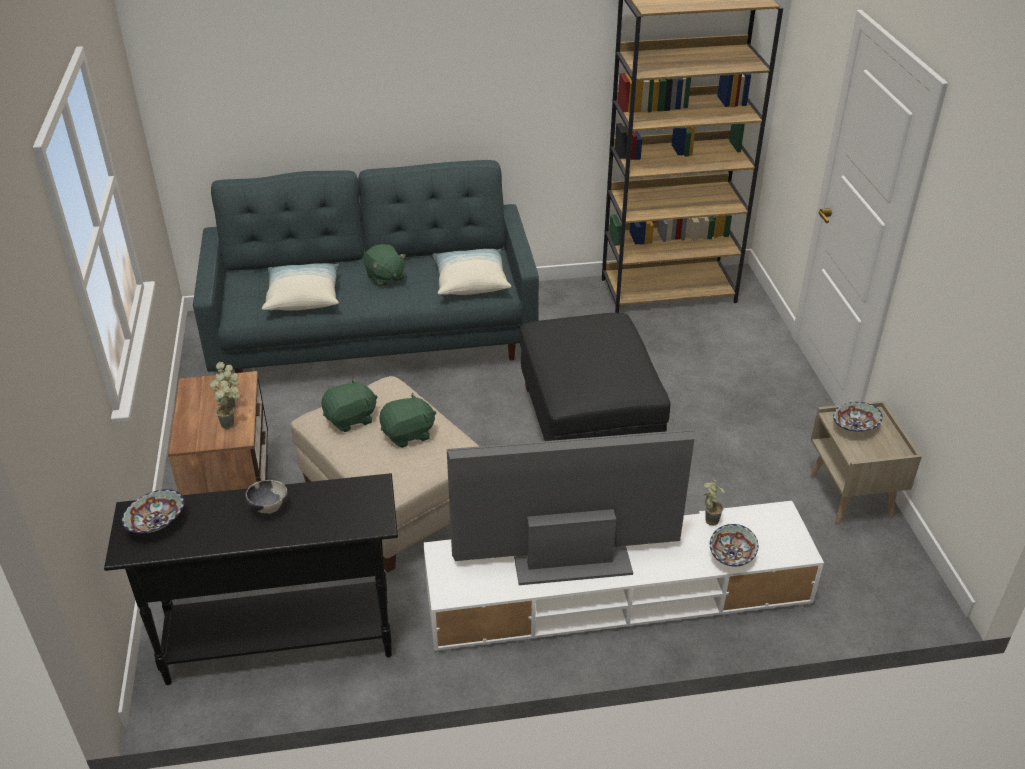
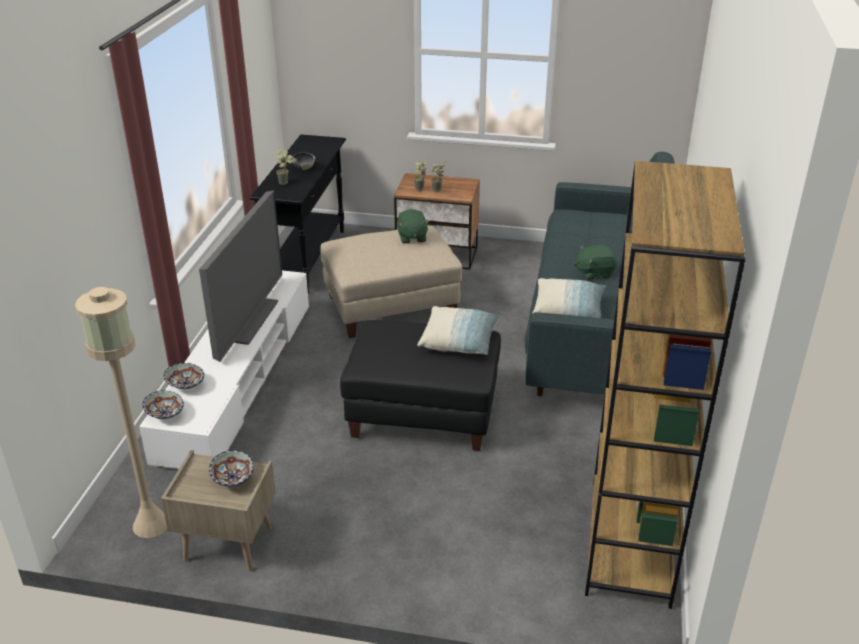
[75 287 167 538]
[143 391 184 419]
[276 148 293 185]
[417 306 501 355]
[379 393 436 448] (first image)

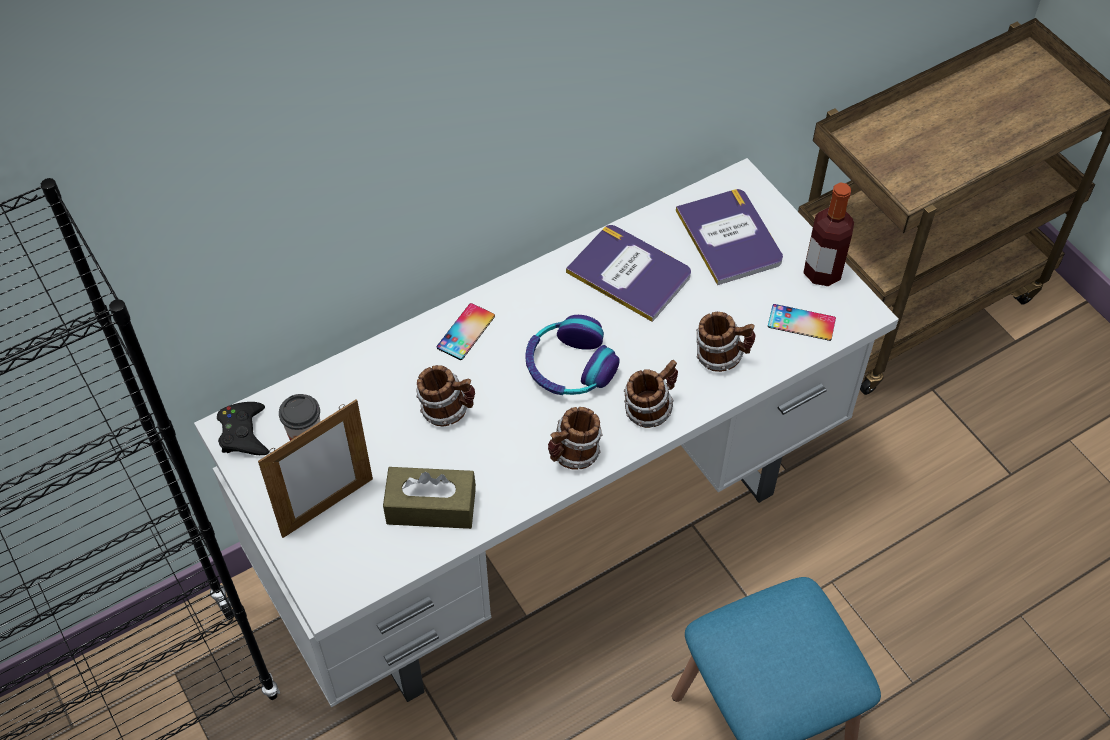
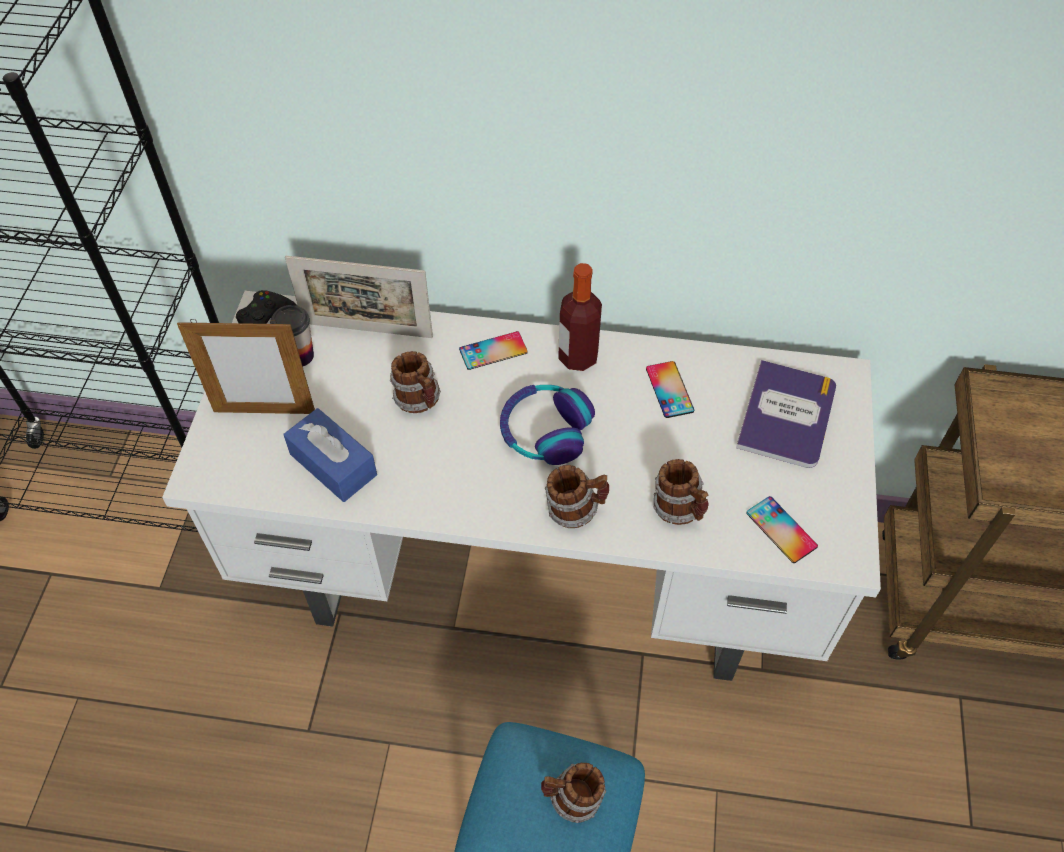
[284 408 377 502]
[285 256 433 338]
[541 763 606 823]
[558 263 602 371]
[646 361 694 418]

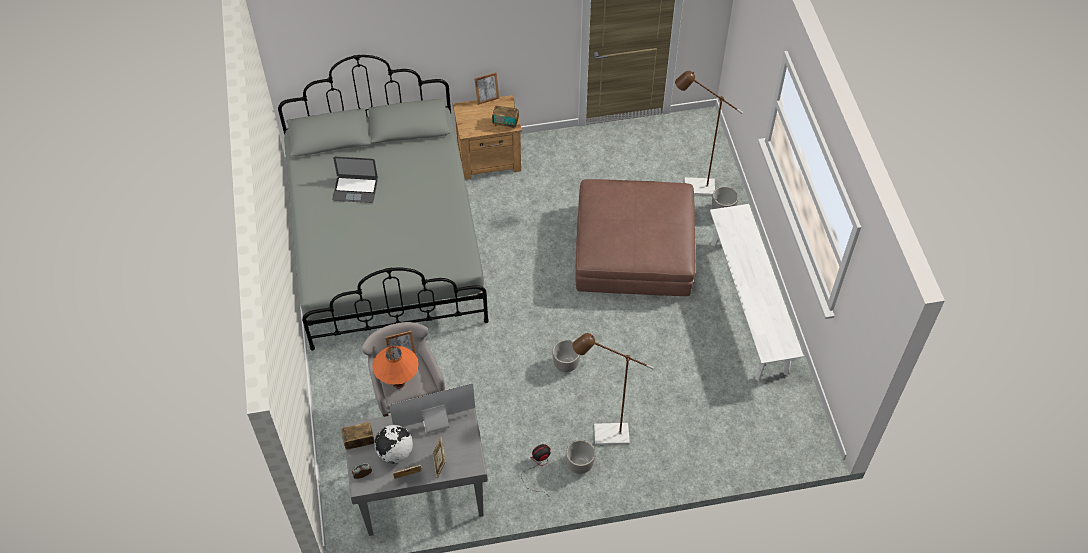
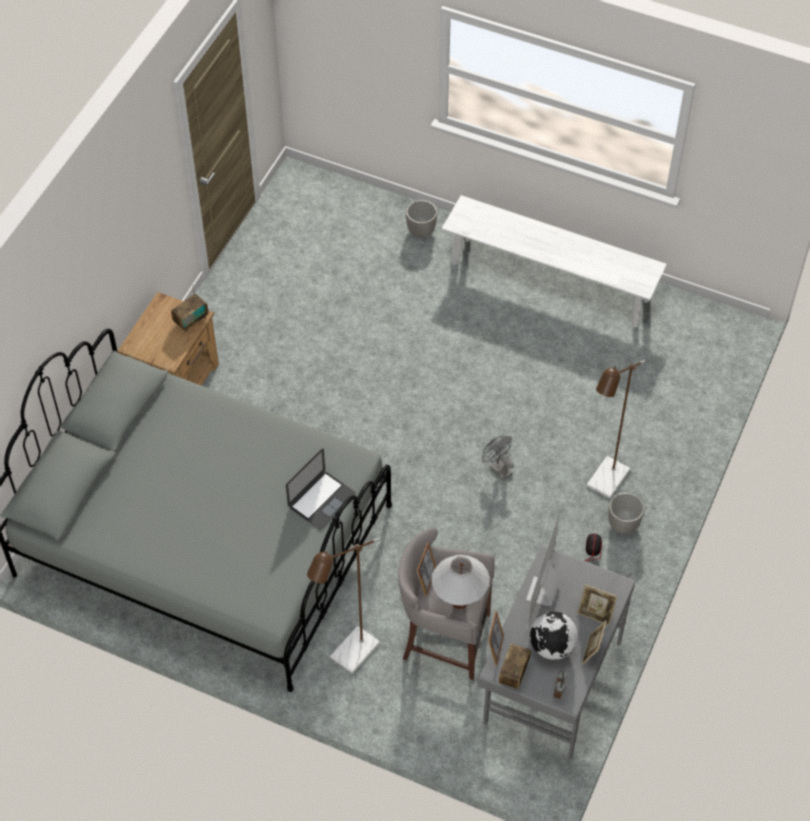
[286 449 356 530]
[307 538 380 674]
[431 555 490 609]
[482 436 514 481]
[488 610 504 666]
[576 179 696 296] (first image)

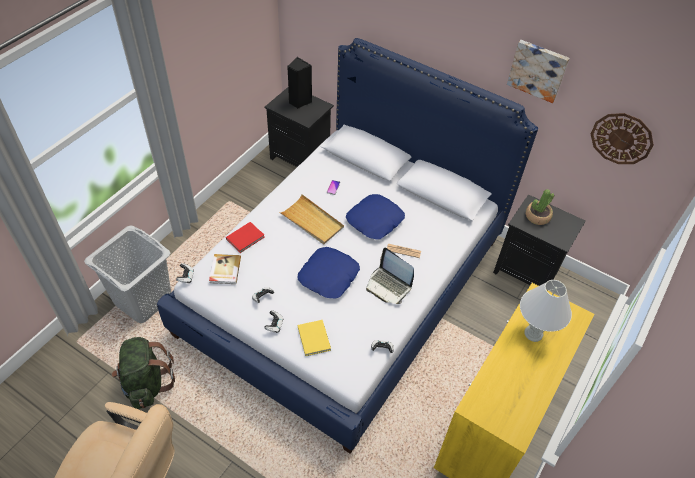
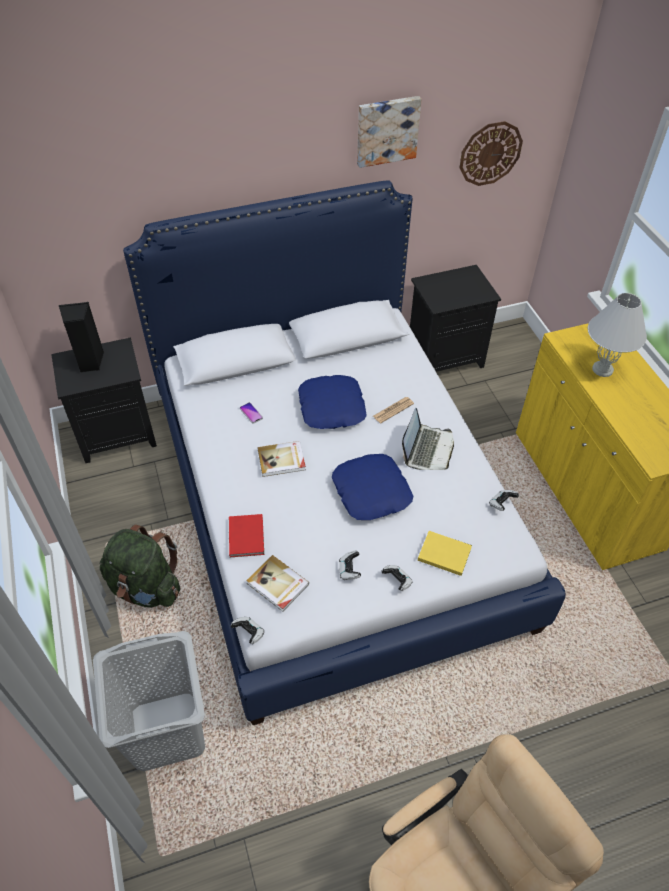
[99 524 180 608]
[257 441 306 477]
[402 408 454 470]
[526 189 554 225] (first image)

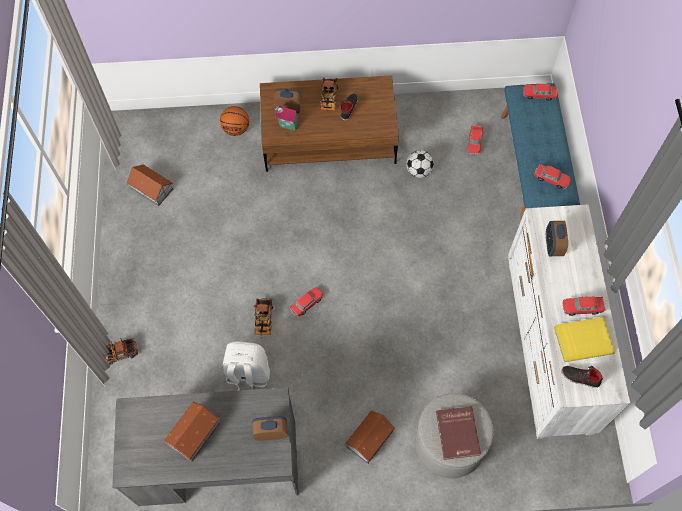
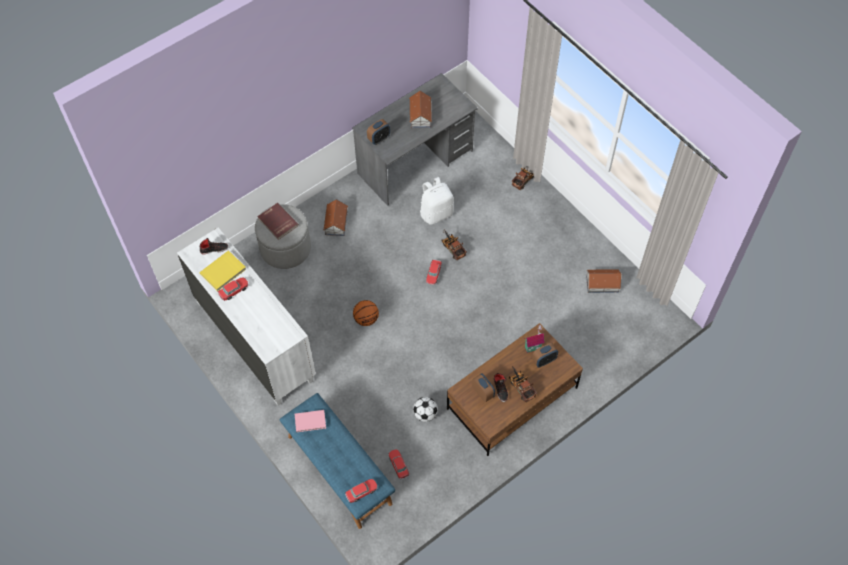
[295 410 326 432]
[353 300 379 326]
[472 373 495 402]

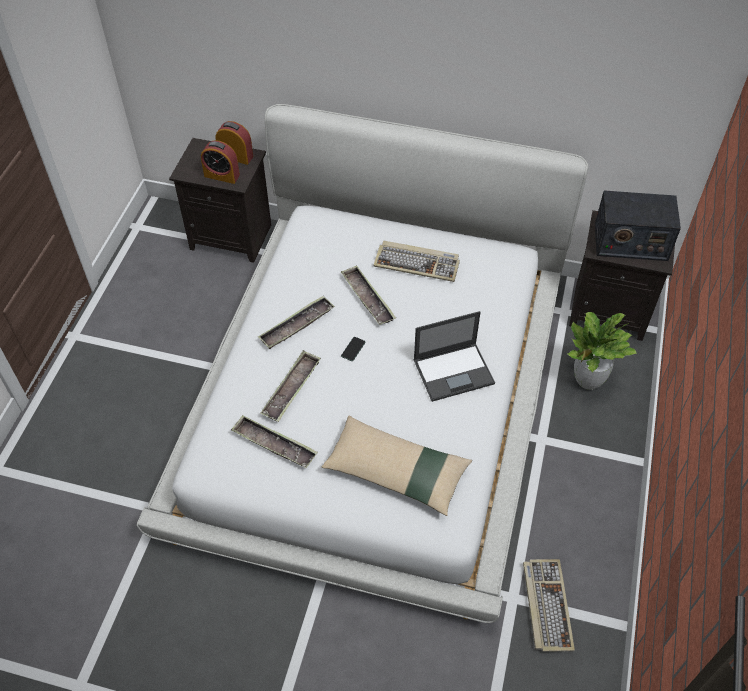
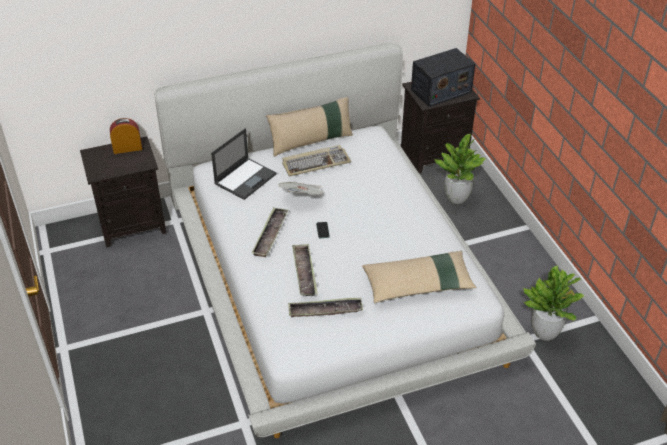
[211 128 277 200]
[266 97 353 157]
[278 181 323 195]
[523 266 585 341]
[201 140 240 184] (first image)

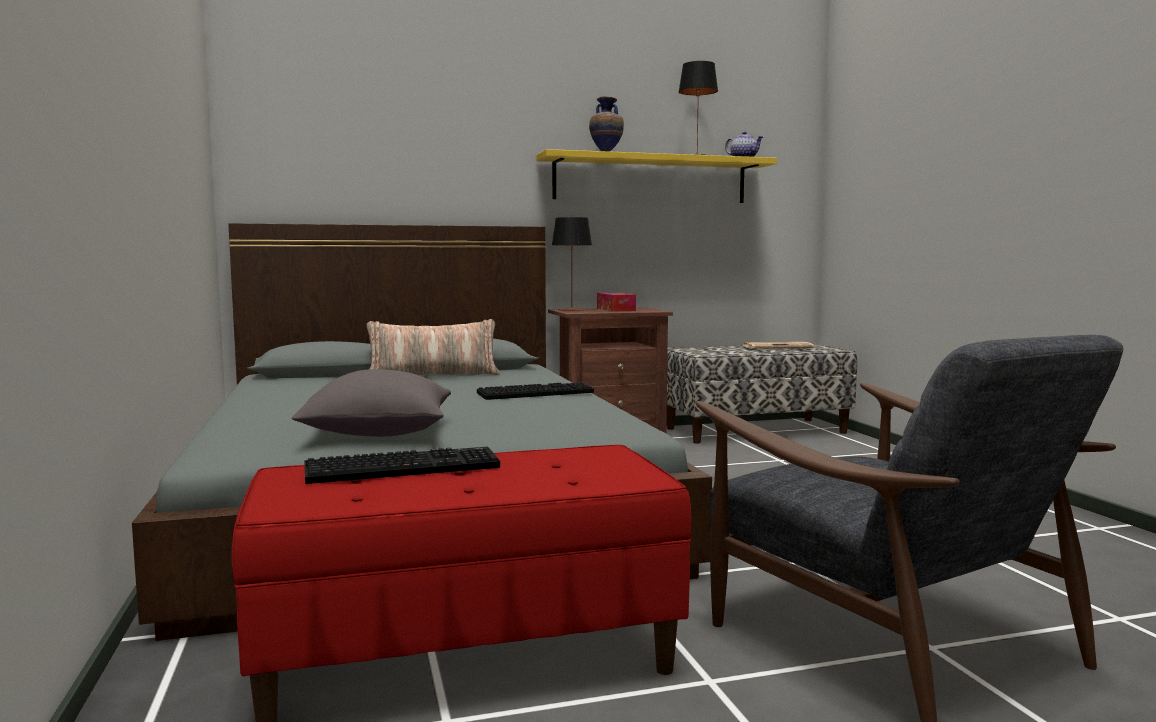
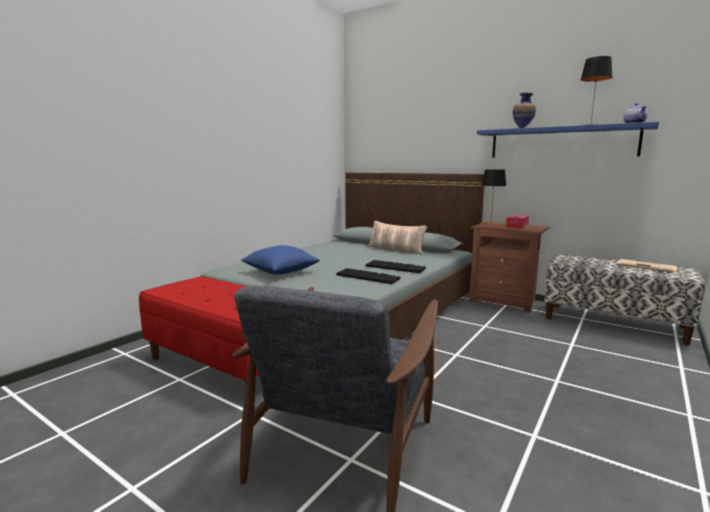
[241 245 320 275]
[336 268 400 284]
[477 122 659 158]

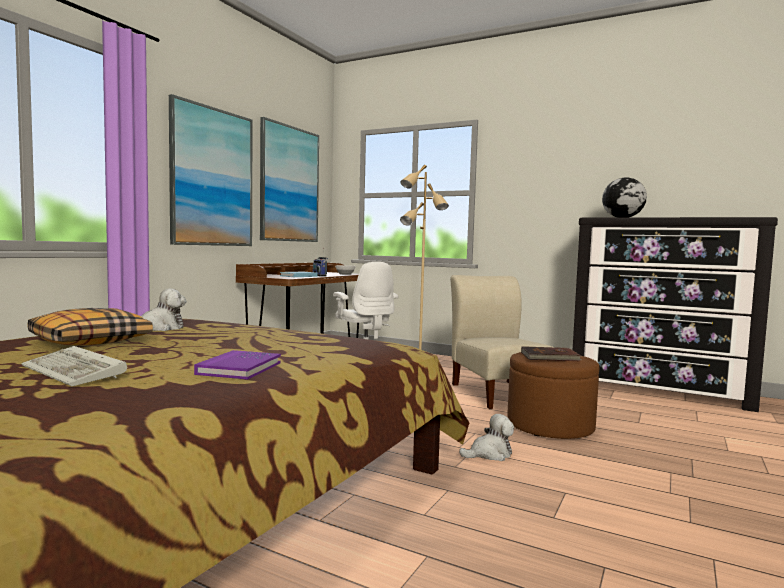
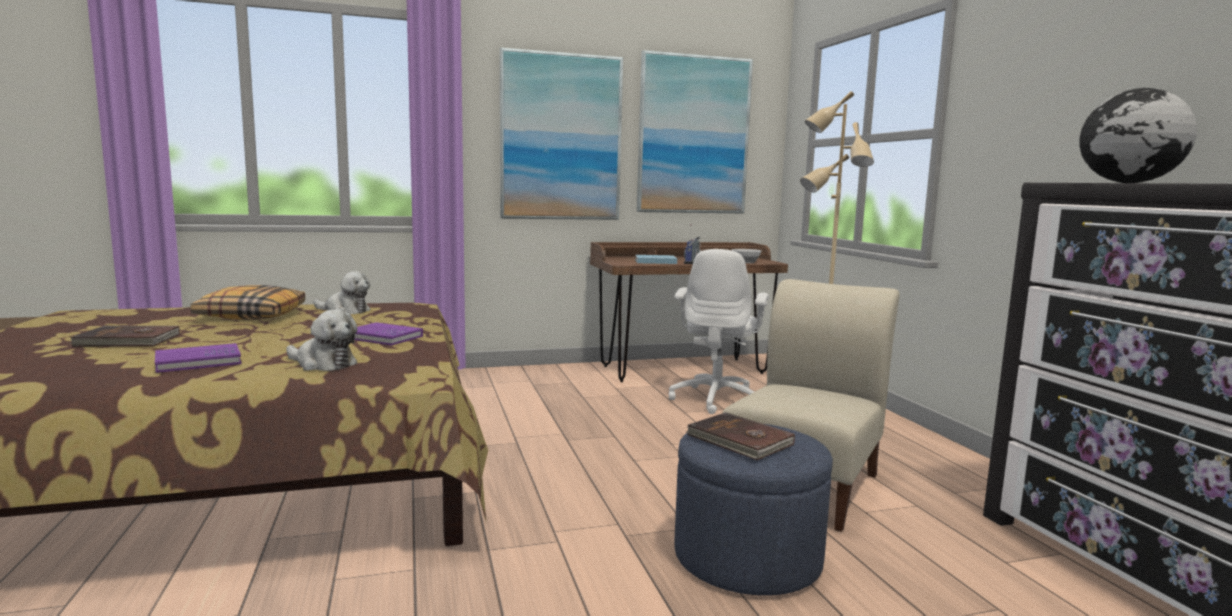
[70 326 180 347]
[286 310 358 371]
[354 322 423 346]
[674 424 833 595]

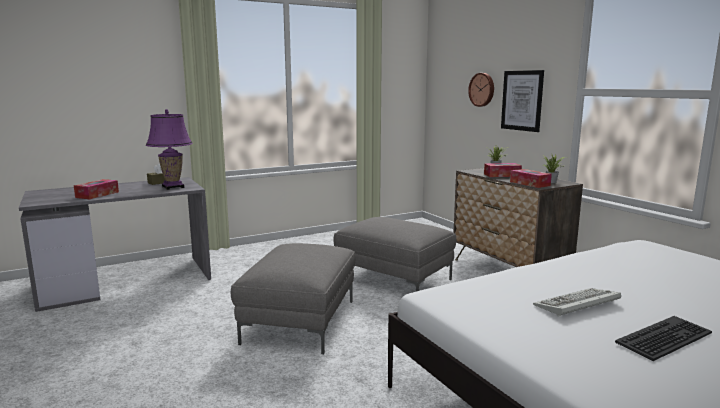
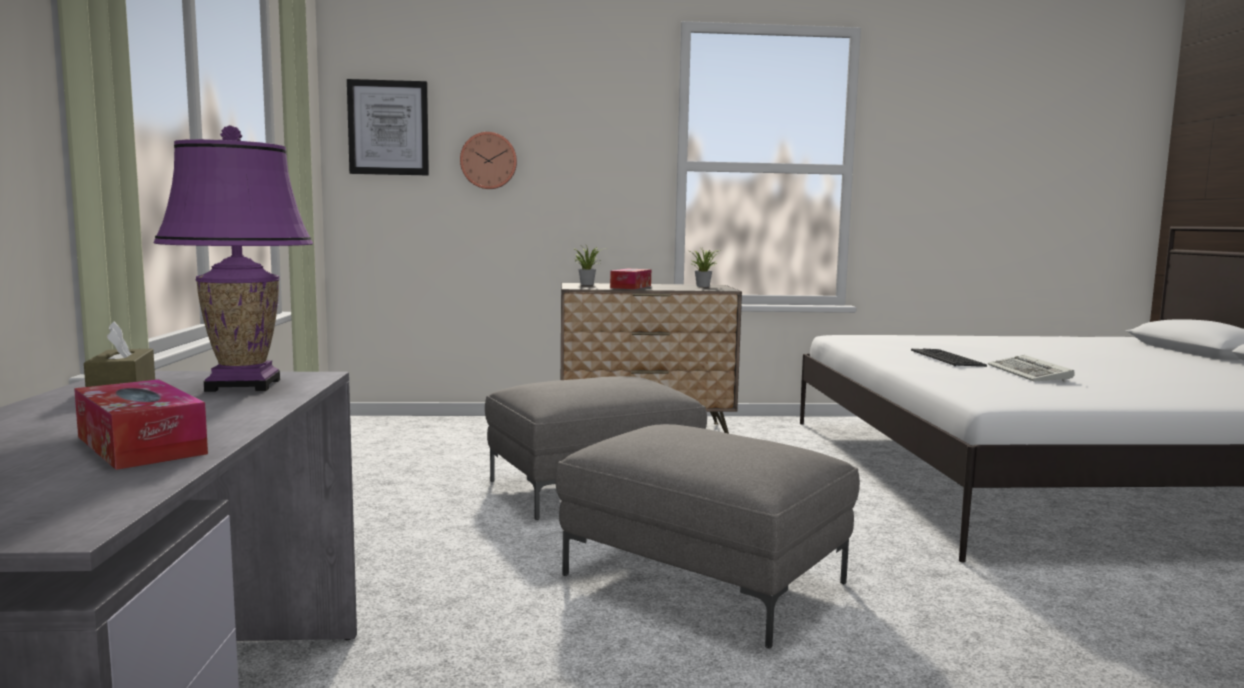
[347 79 429 176]
[911 349 987 367]
[510 169 552 188] (first image)

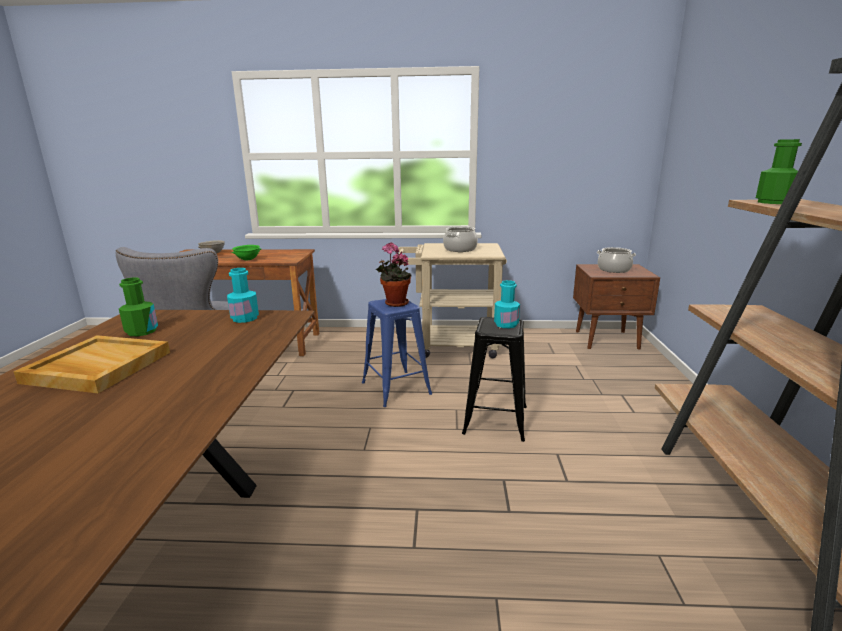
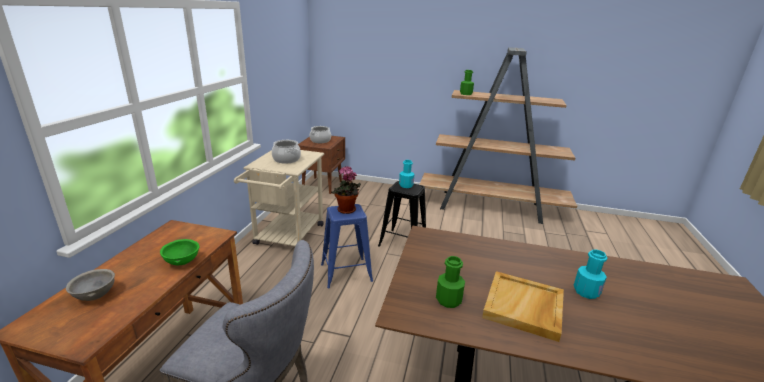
[573 250 607 299]

